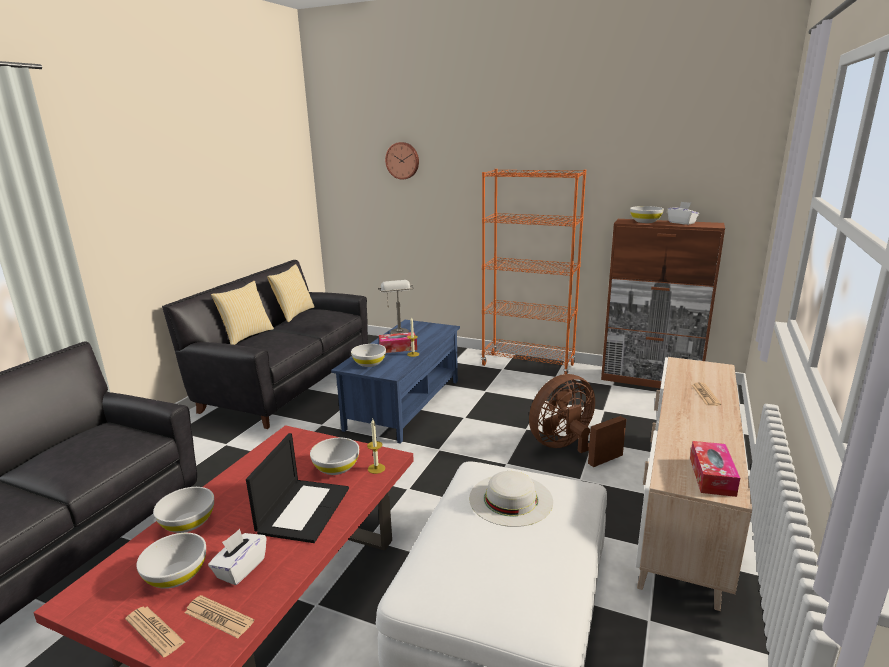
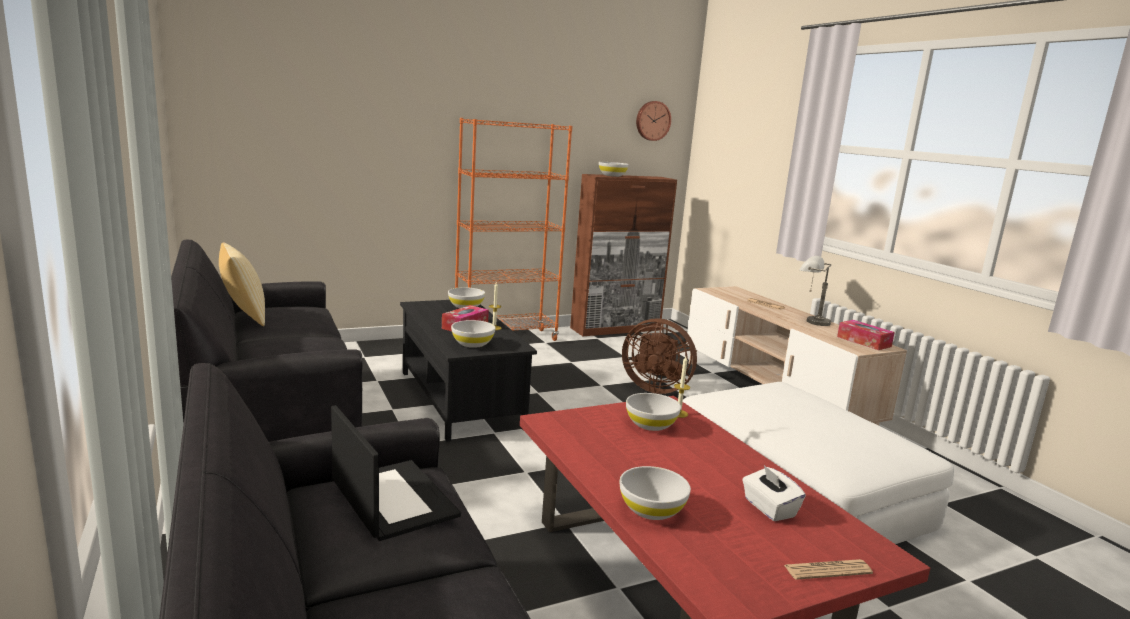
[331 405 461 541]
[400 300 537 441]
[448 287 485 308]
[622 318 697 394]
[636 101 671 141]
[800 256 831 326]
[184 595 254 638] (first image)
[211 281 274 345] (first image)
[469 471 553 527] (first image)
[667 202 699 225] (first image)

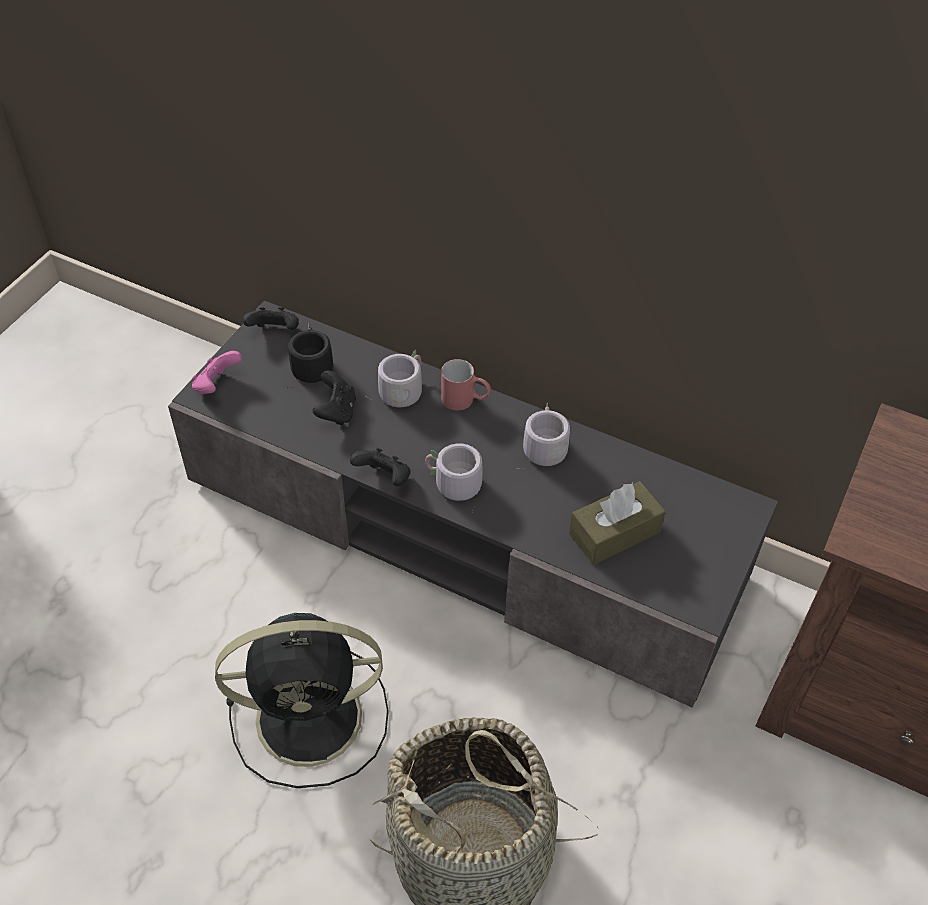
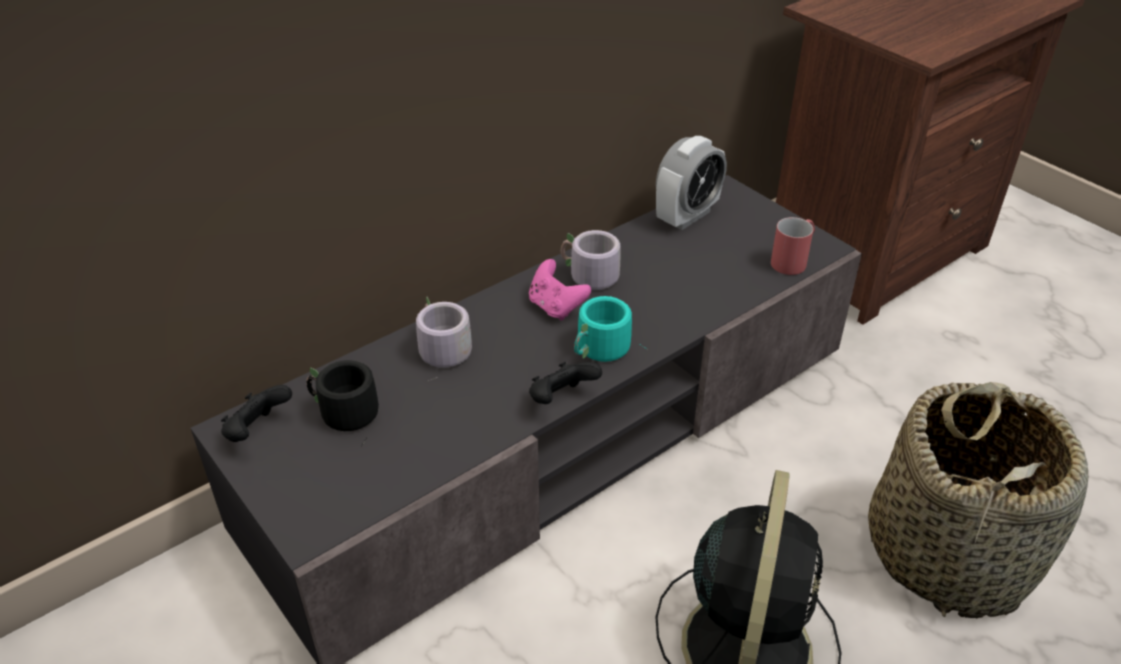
[529 259 591 321]
[574 296 648 362]
[656 136 727 230]
[771 217 815 275]
[313 370 356 425] (first image)
[569 481 666 565] (first image)

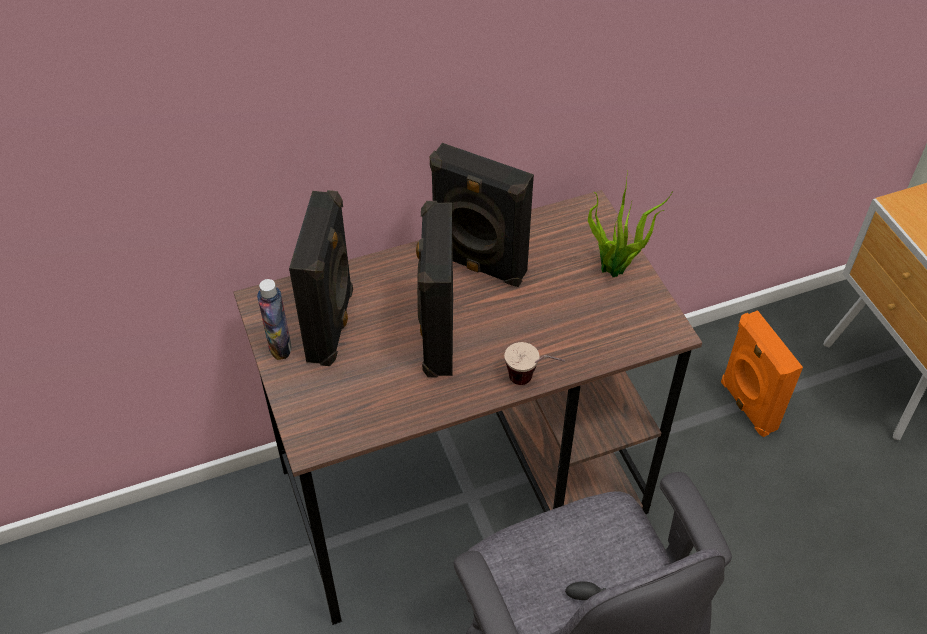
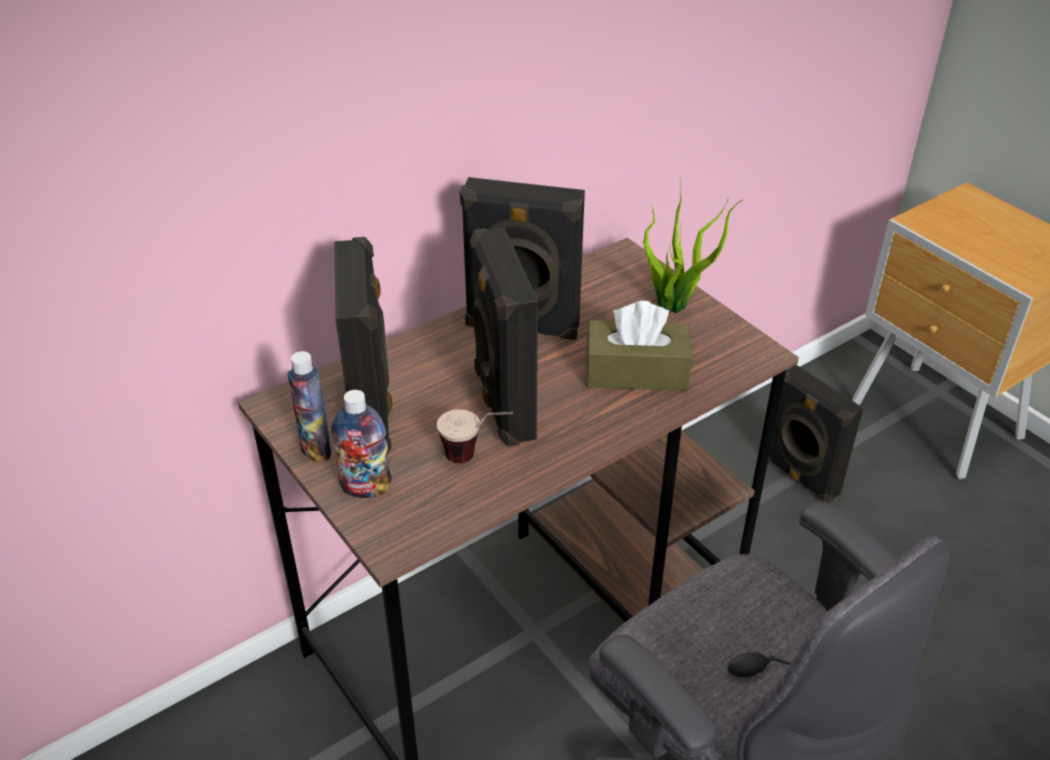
[331 390 392 498]
[437 409 513 463]
[586 301 692 391]
[768 365 863 503]

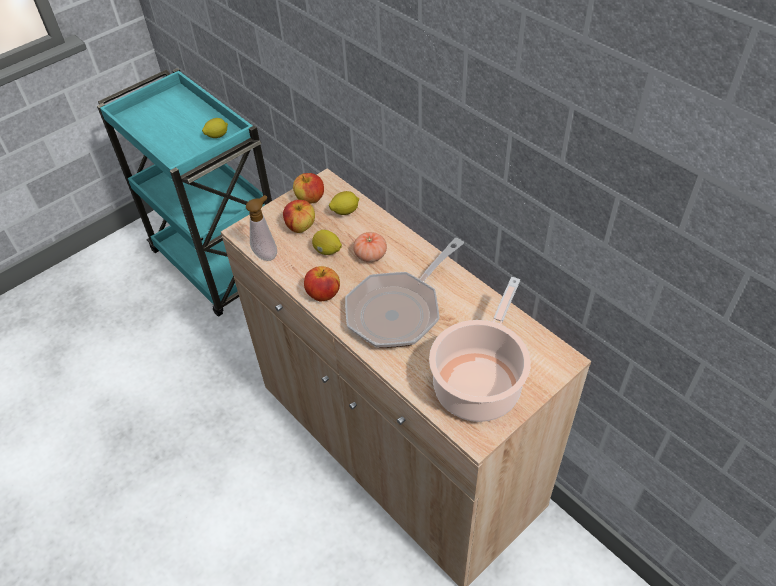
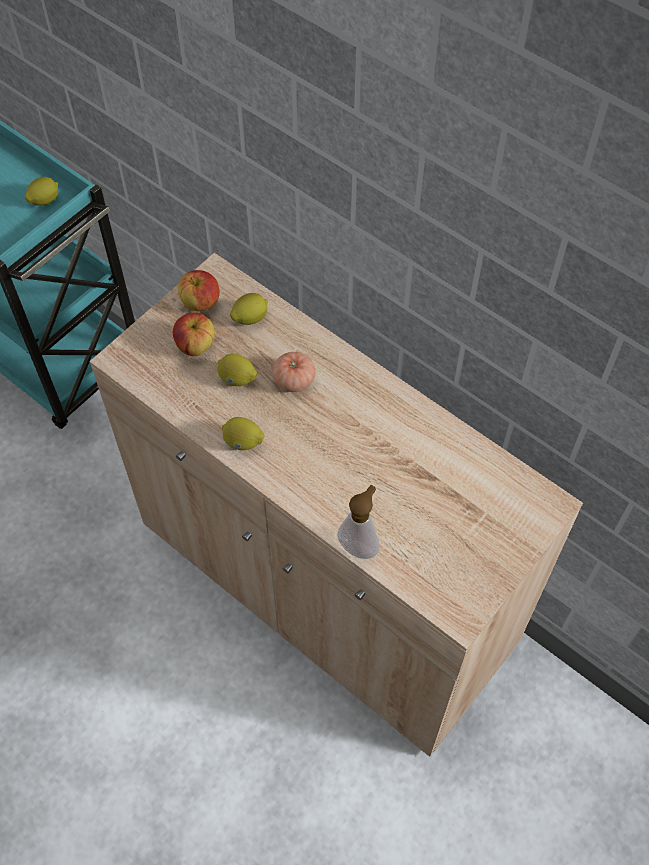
[222 417 264 450]
[337 485 380 559]
[345 238 464 348] (first image)
[429 277 531 422] (first image)

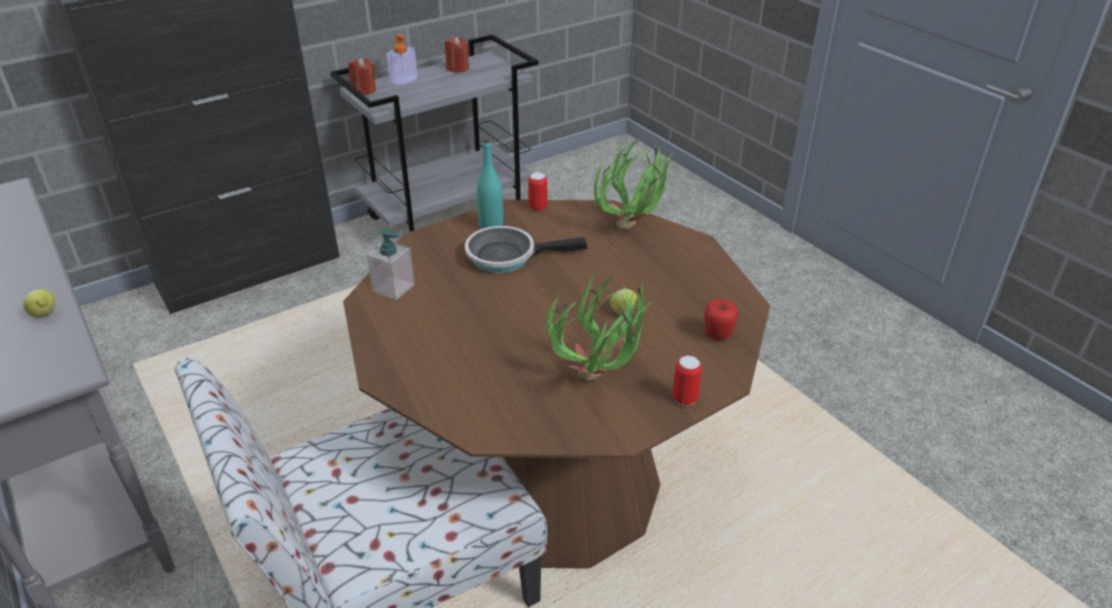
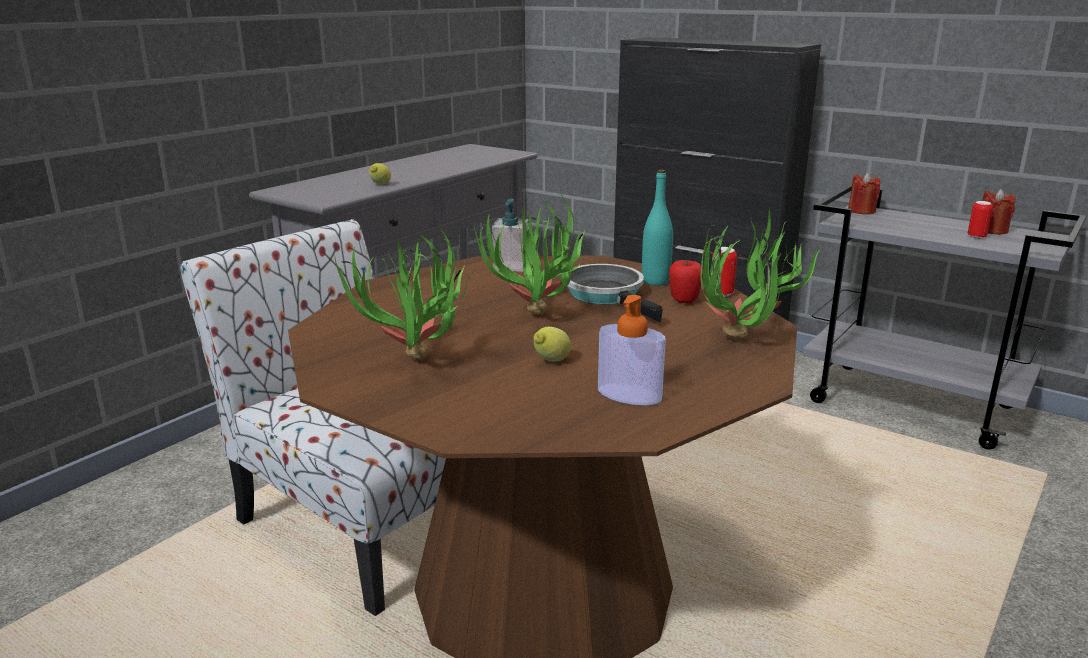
[474 196 594 315]
[598 295 666 405]
[669 260 703 303]
[968 201 993 239]

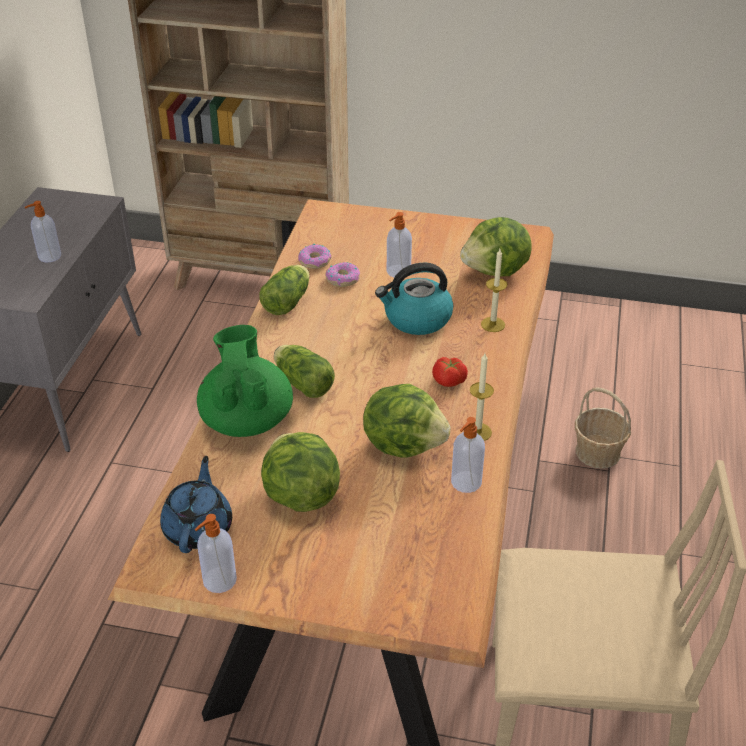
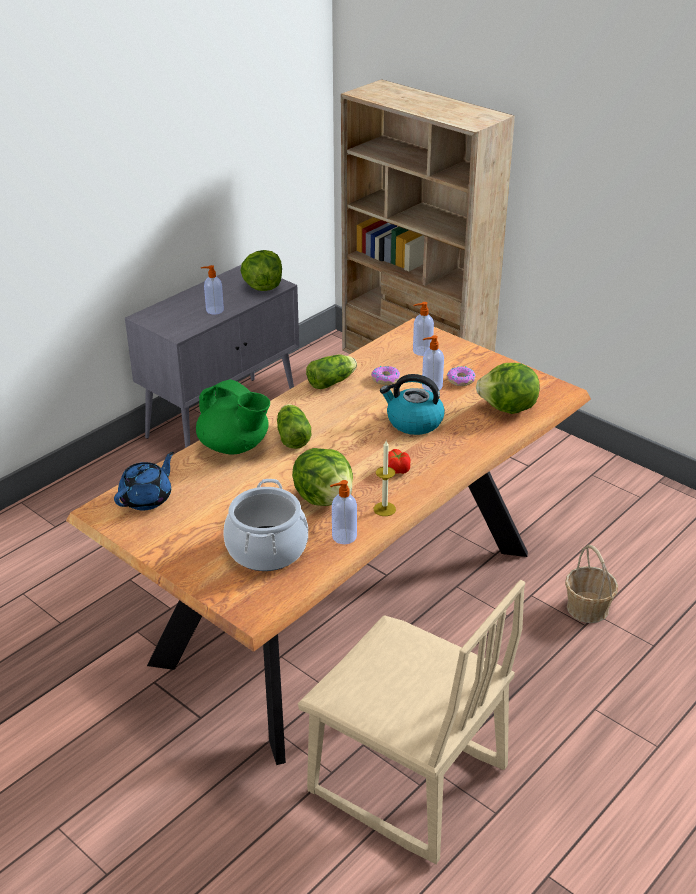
[196 380 270 454]
[223 479 308 571]
[240 250 282 291]
[413 302 434 356]
[447 366 475 386]
[481 249 507 332] (first image)

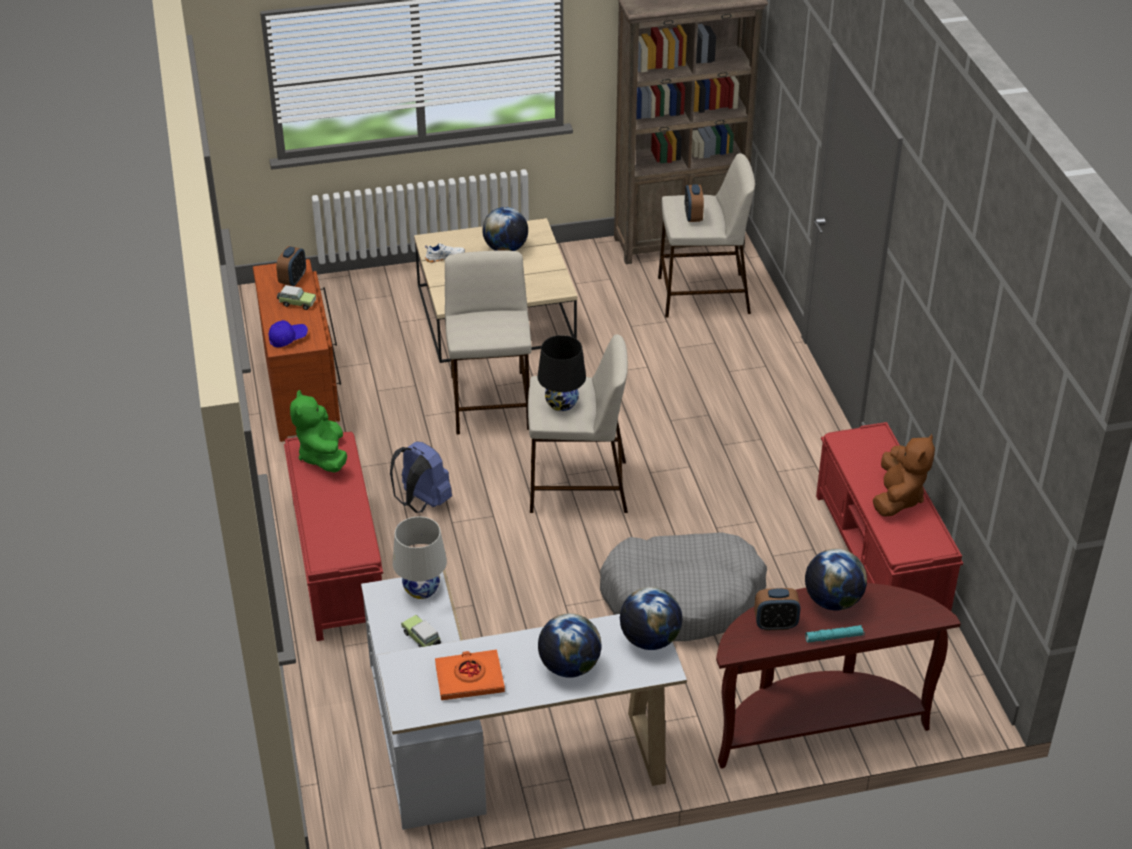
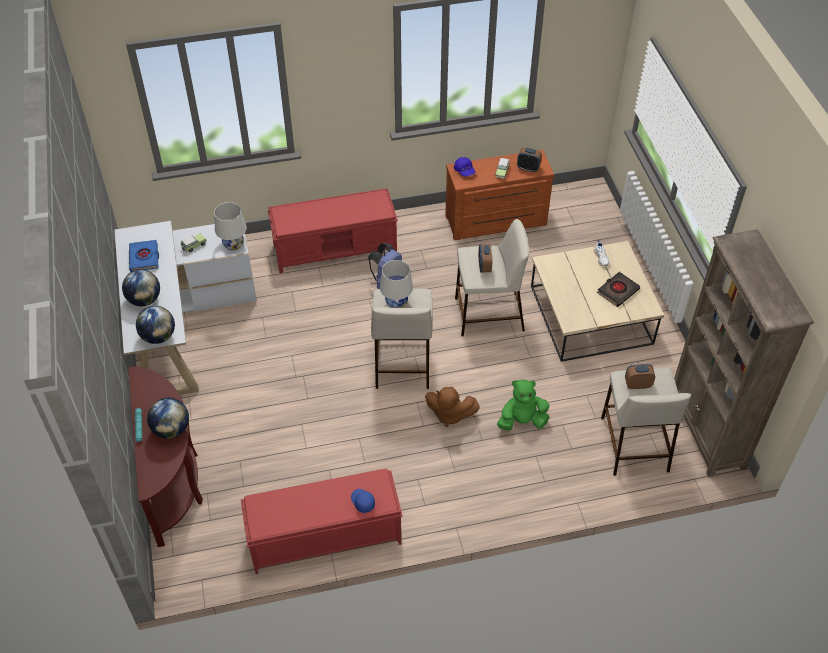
[129 240 159 272]
[351 489 375 513]
[380 260 413 308]
[425 386 480 427]
[478 244 492 273]
[497 379 549 431]
[597 272 640 307]
[600 532 767 641] (first image)

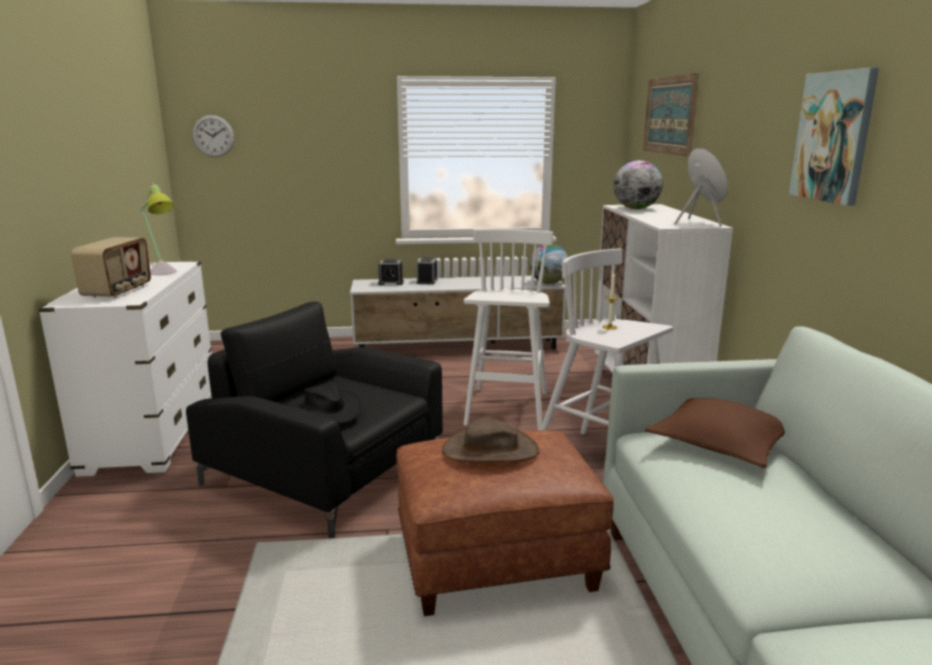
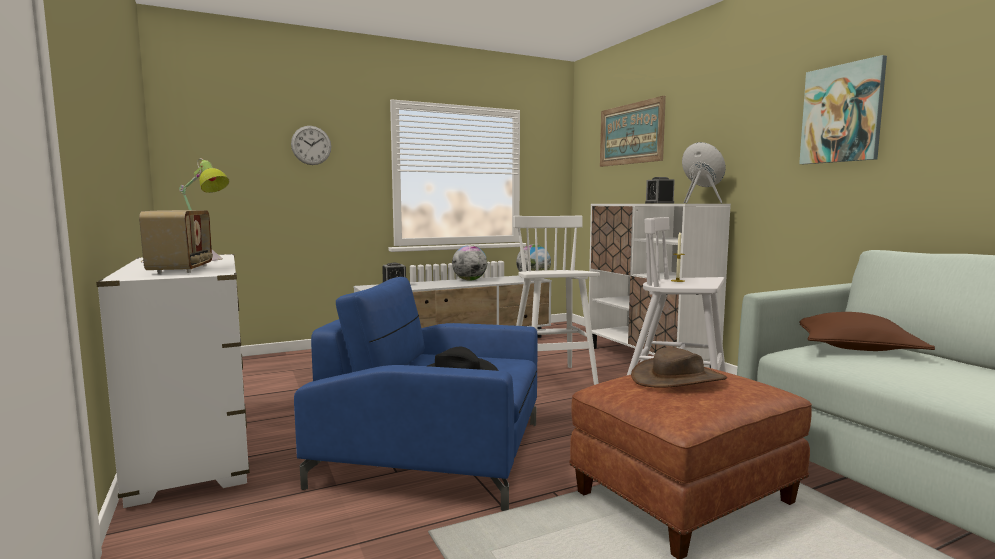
[291 126 331 165]
[294 277 538 511]
[452 245 487 281]
[645 177 675 203]

